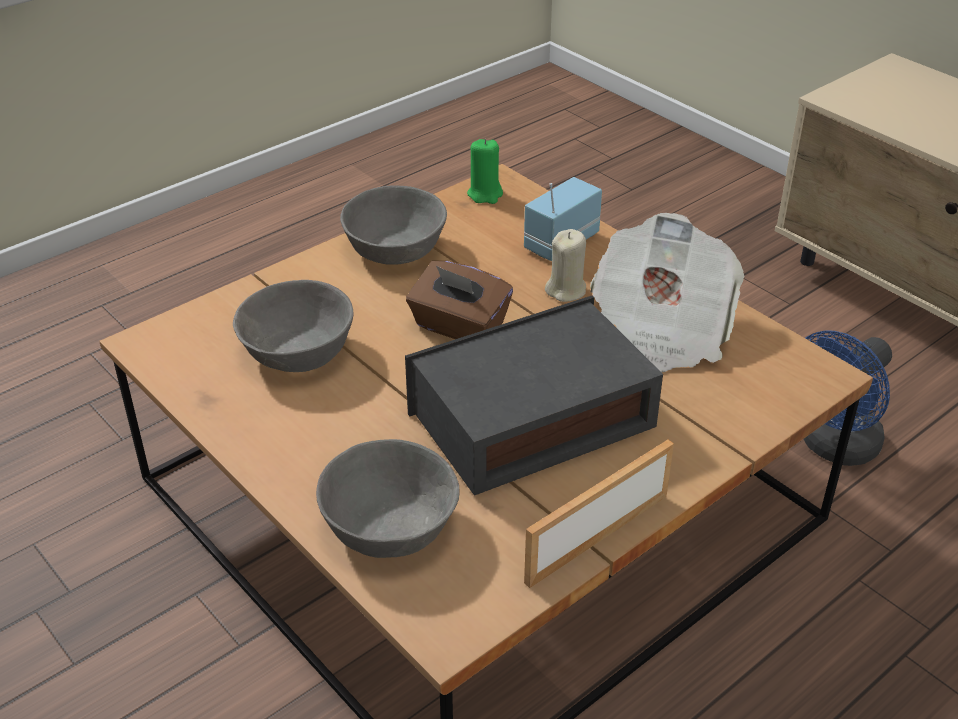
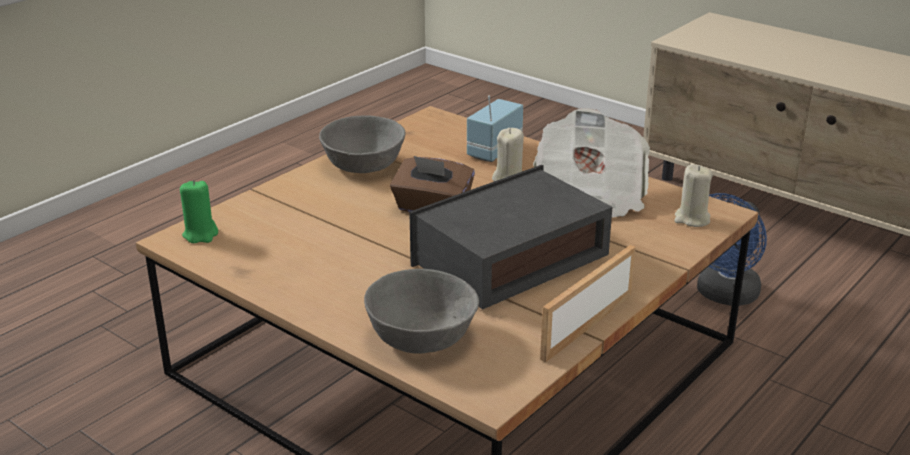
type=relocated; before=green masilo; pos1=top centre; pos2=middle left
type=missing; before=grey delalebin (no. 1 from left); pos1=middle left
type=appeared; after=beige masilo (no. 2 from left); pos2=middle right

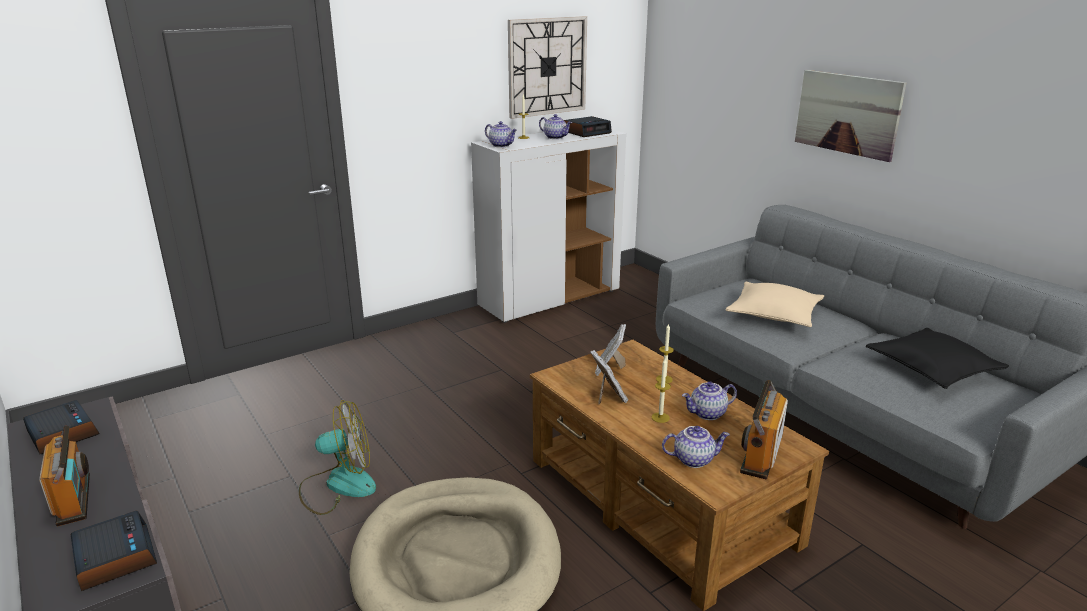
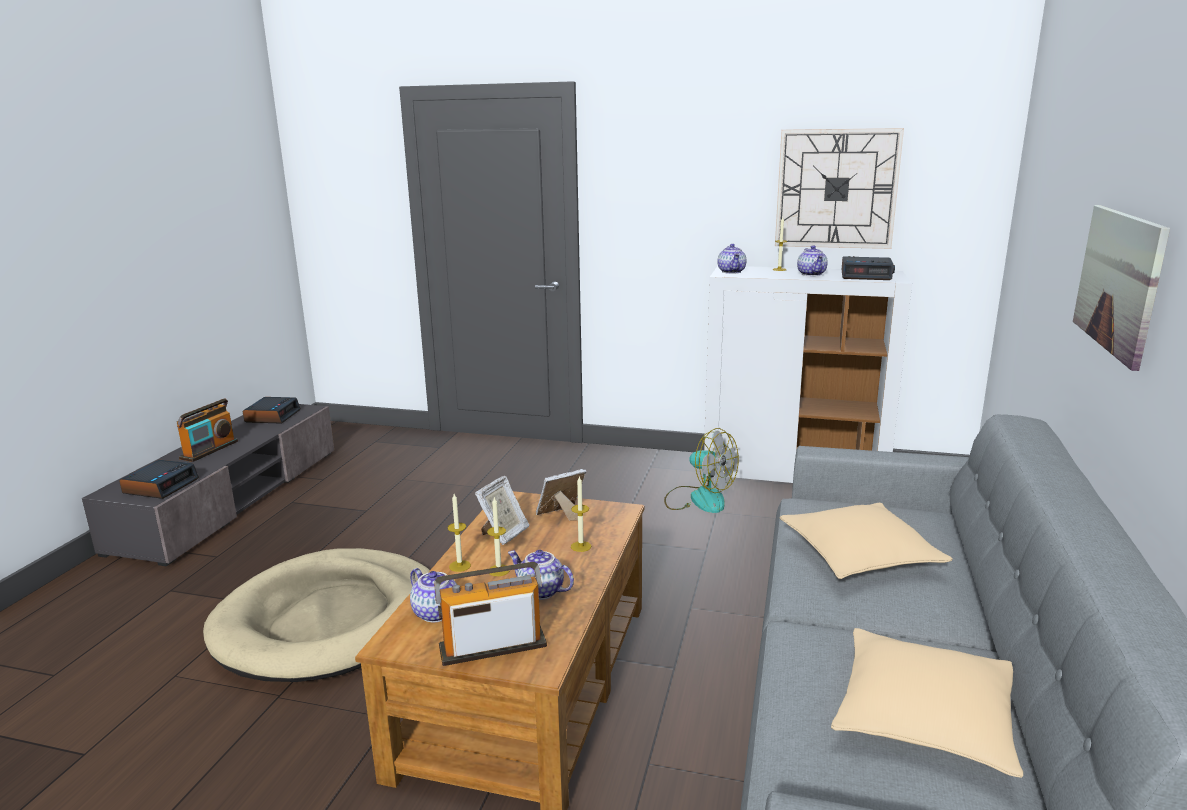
type=colour; before=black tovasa; after=beige tovasa (no. 2 from left); pos1=middle right; pos2=bottom right
type=relocated; before=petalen; pos1=bottom left; pos2=centre
type=appeared; after=masilo (no. 1 from left); pos2=centre

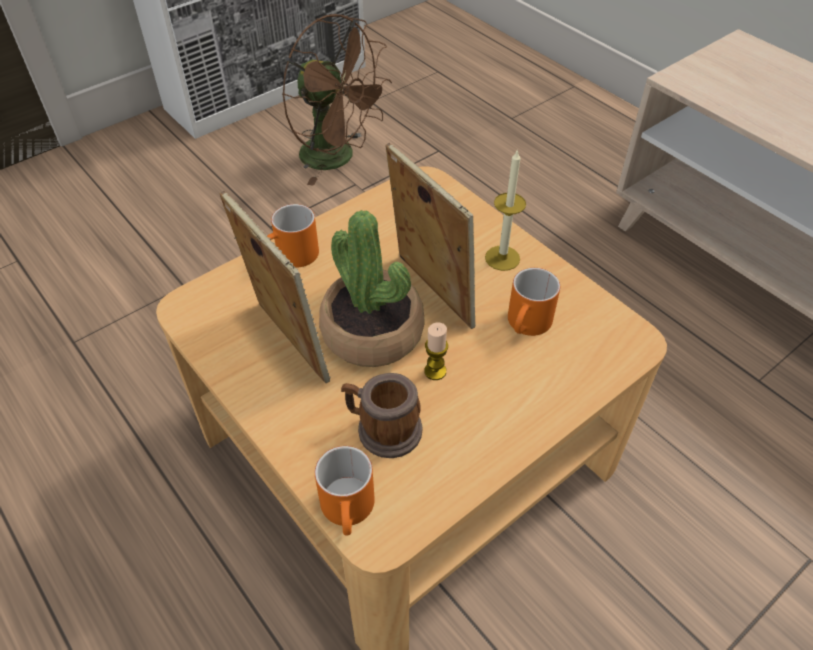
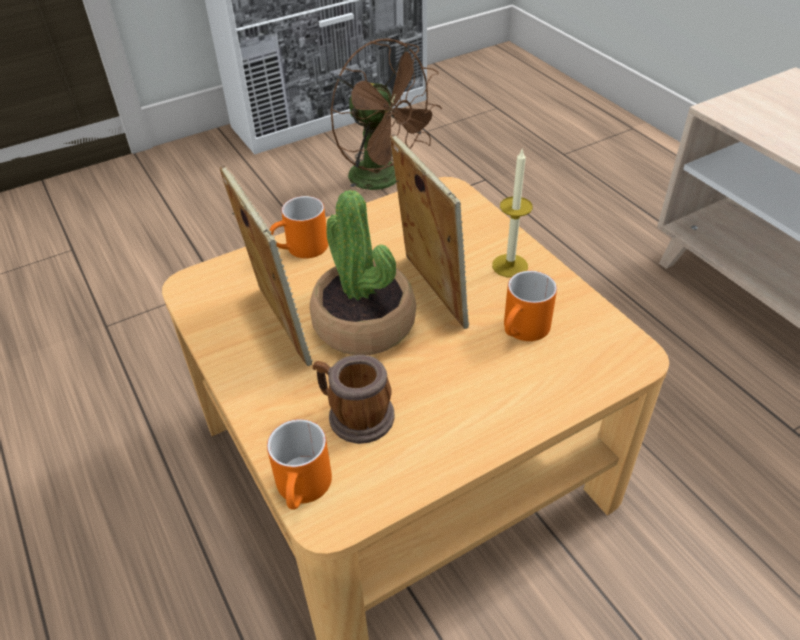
type=missing; before=masilo (no. 1 from left); pos1=centre

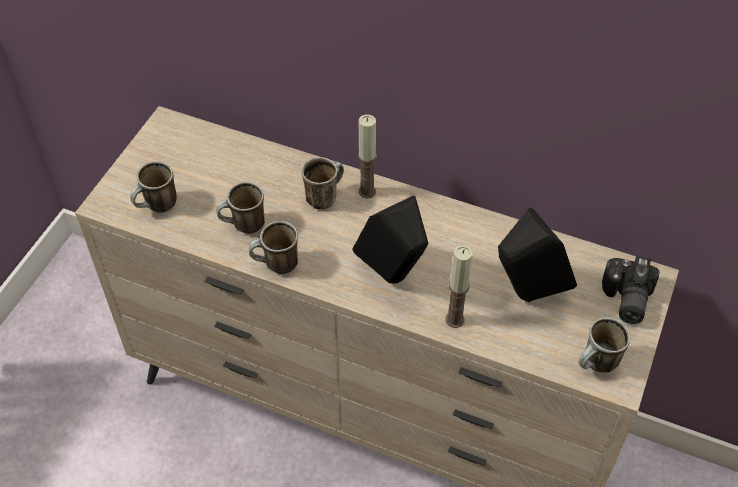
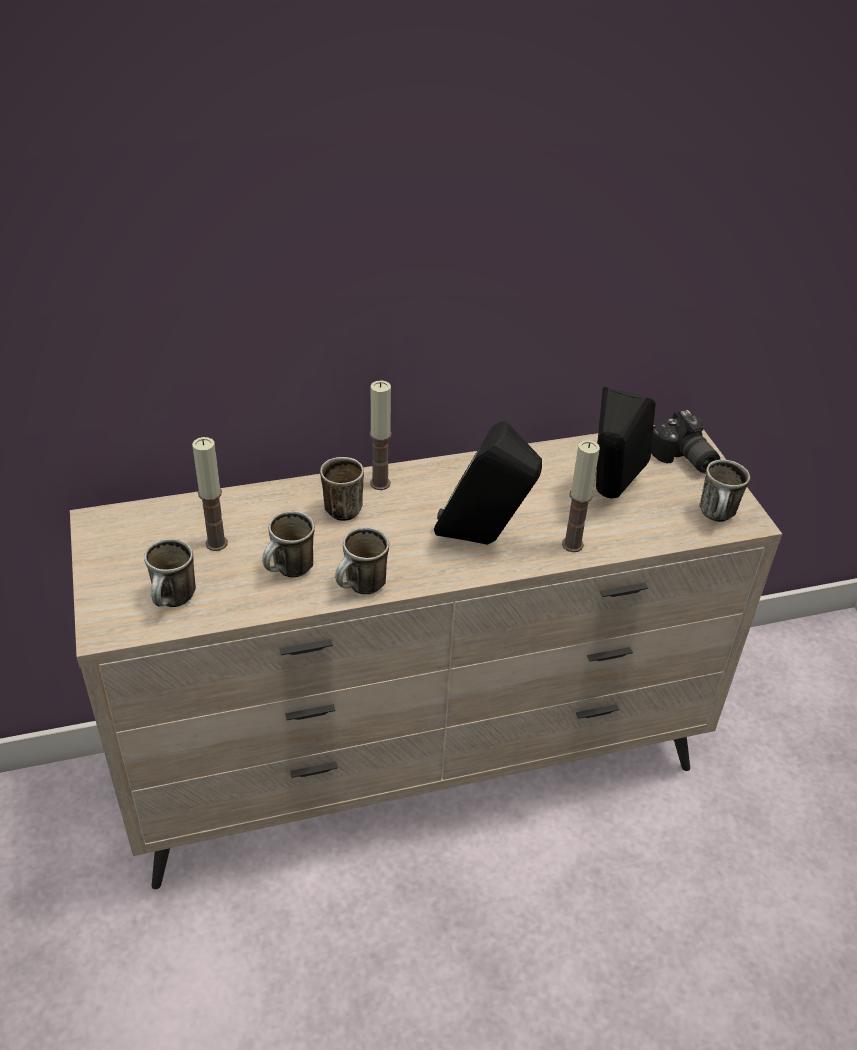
type=appeared; after=masilo (no. 1 from left); pos2=middle left

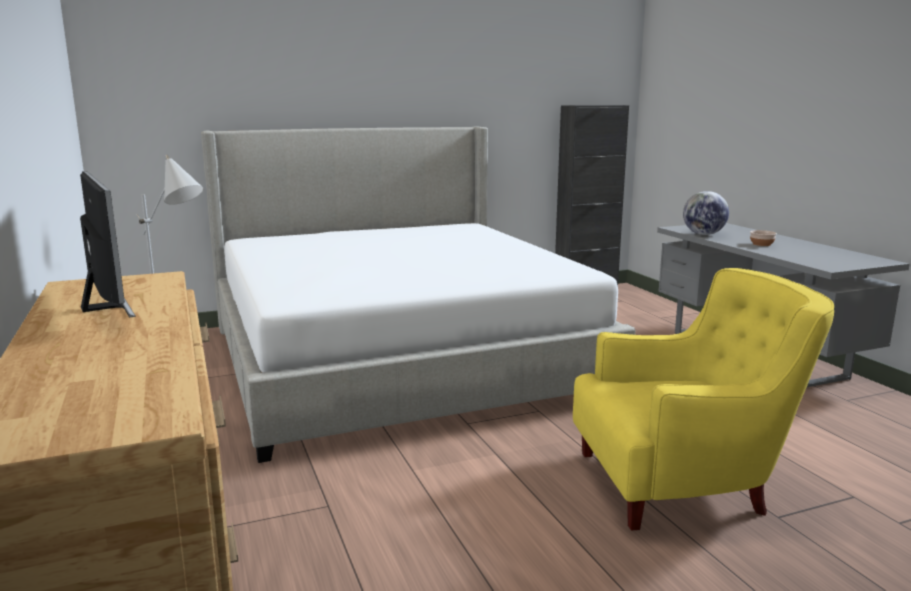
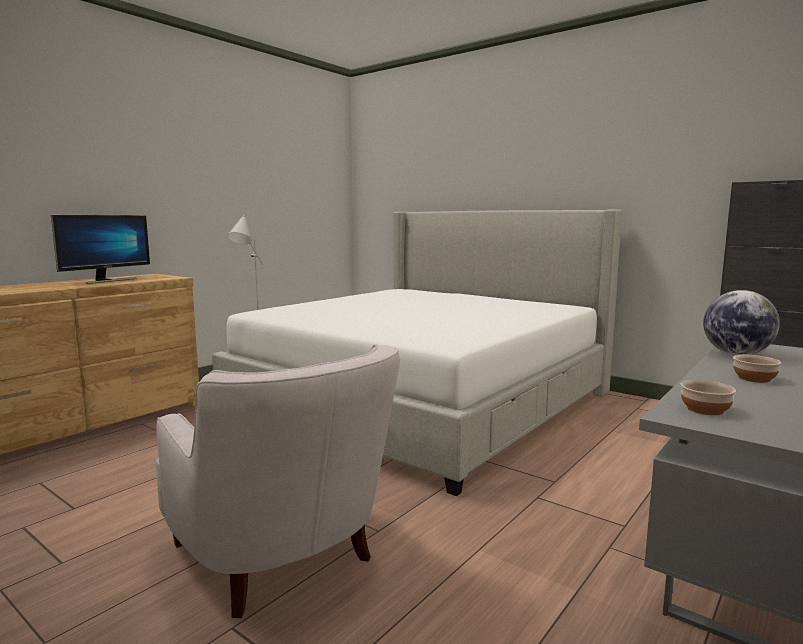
type=colour; before=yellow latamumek; after=white latamumek; pos1=bottom right; pos2=bottom centre
type=appeared; after=delalebin (no. 1 from left); pos2=middle right

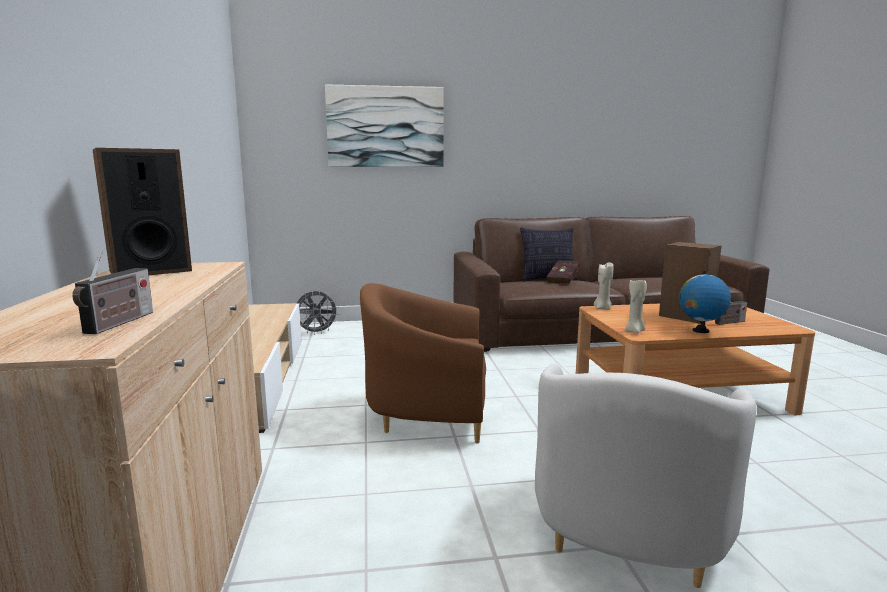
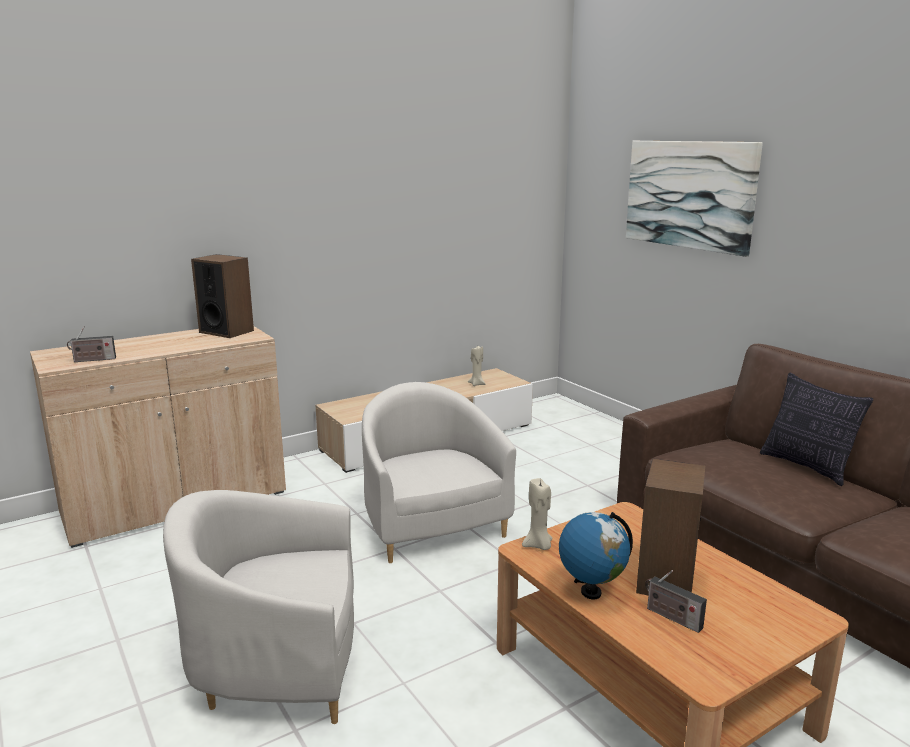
type=missing; before=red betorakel; pos1=centre
type=relocated; before=beige masilo (no. 1 from left); pos1=middle right; pos2=centre
type=colour; before=brown latamumek; after=white latamumek (no. 2 from left); pos1=centre; pos2=centre
type=missing; before=grey petalen; pos1=centre

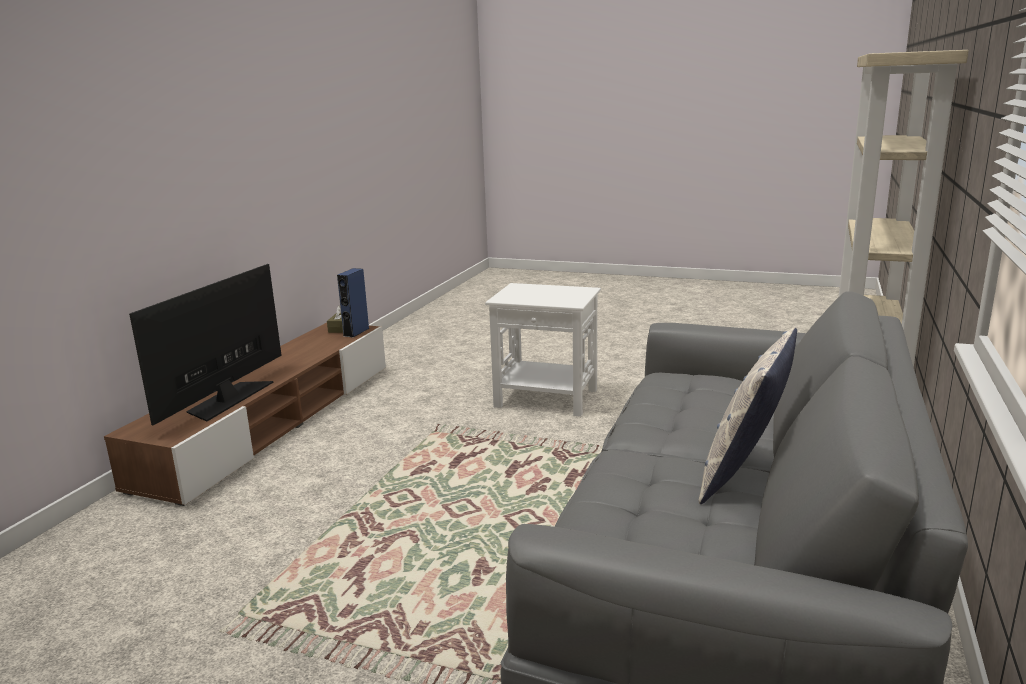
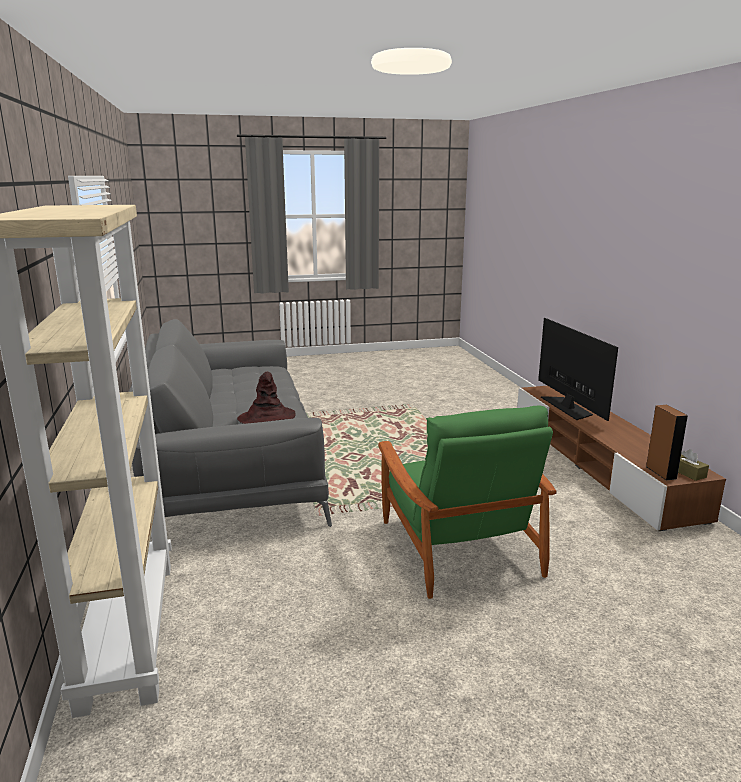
type=colour; before=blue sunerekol; after=brown sunerekol; pos1=centre; pos2=middle right
type=exchanged; before=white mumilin; after=green latamumek; pos1=centre; pos2=centre
type=missing; before=tovasa; pos1=middle right
type=appeared; after=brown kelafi; pos2=centre

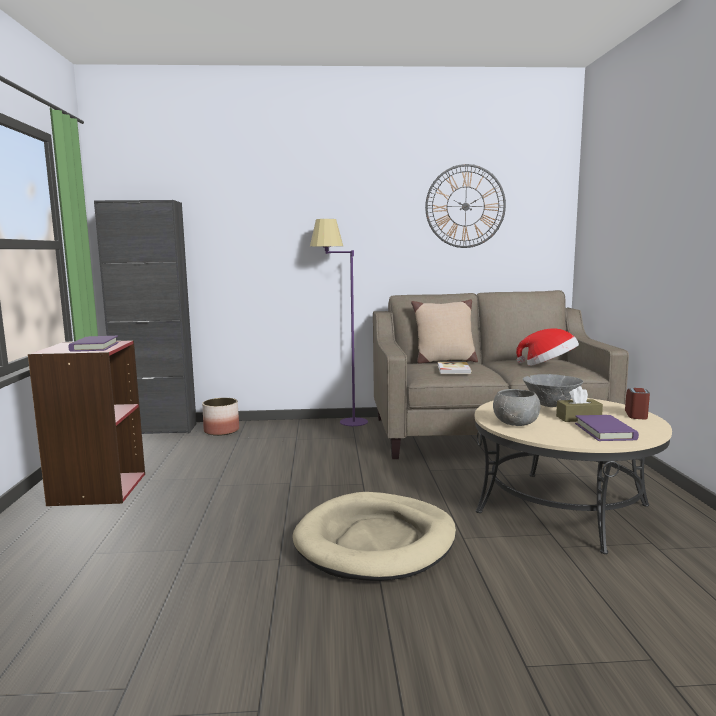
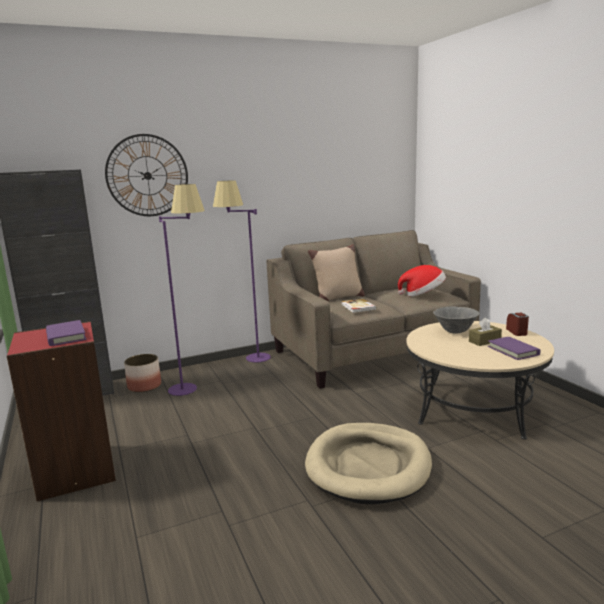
type=relocated; before=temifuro; pos1=top centre; pos2=top left
type=missing; before=grey delalebin (no. 1 from left); pos1=middle right
type=appeared; after=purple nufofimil (no. 1 from left); pos2=middle left

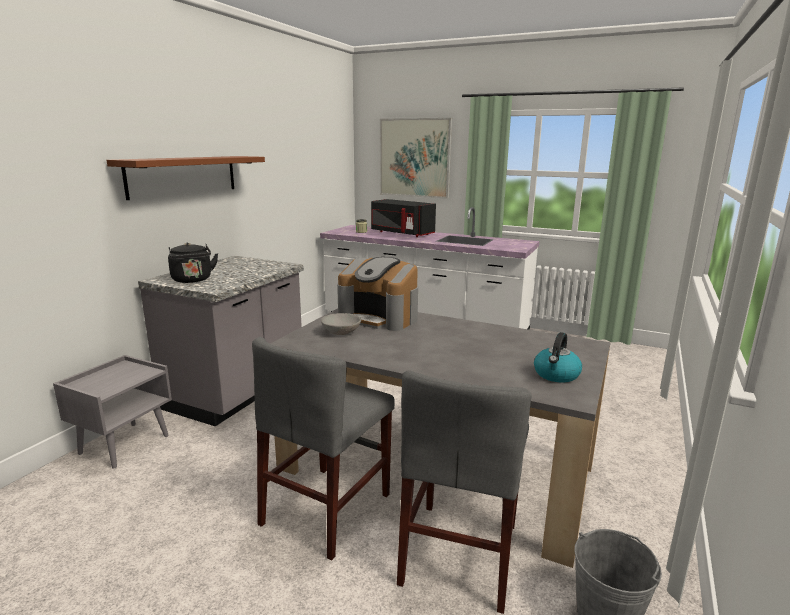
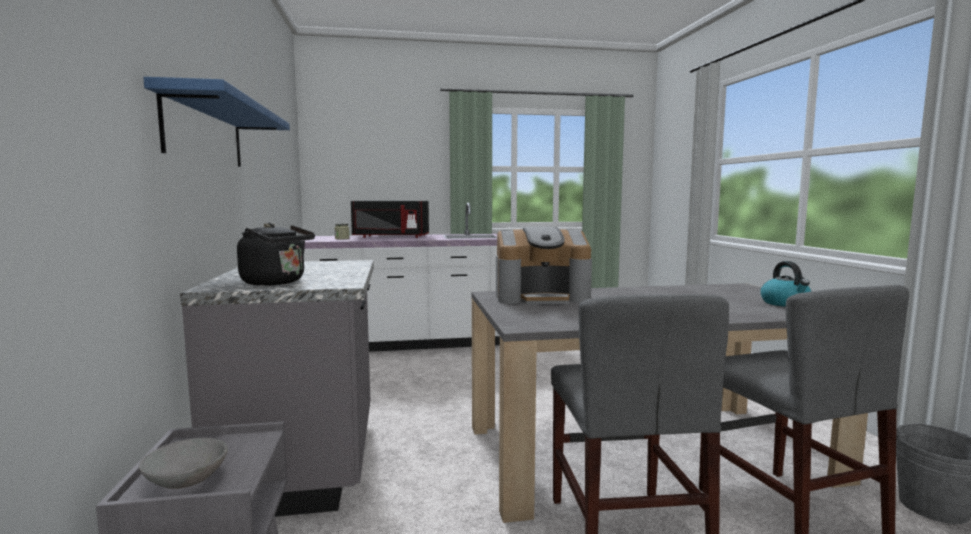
type=missing; before=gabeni; pos1=top centre
type=colour; before=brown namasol; after=blue namasol; pos1=top left; pos2=top left
type=relocated; before=grey delalebin; pos1=centre; pos2=bottom left

